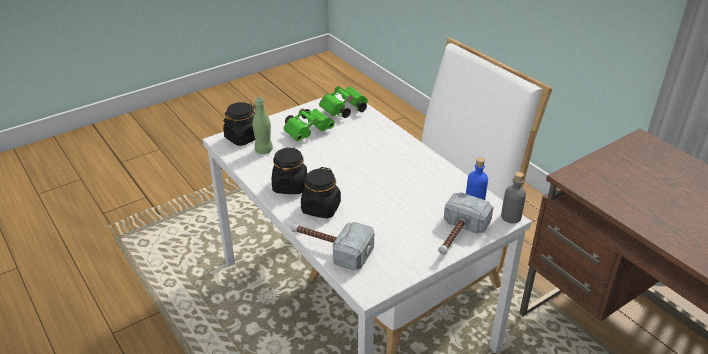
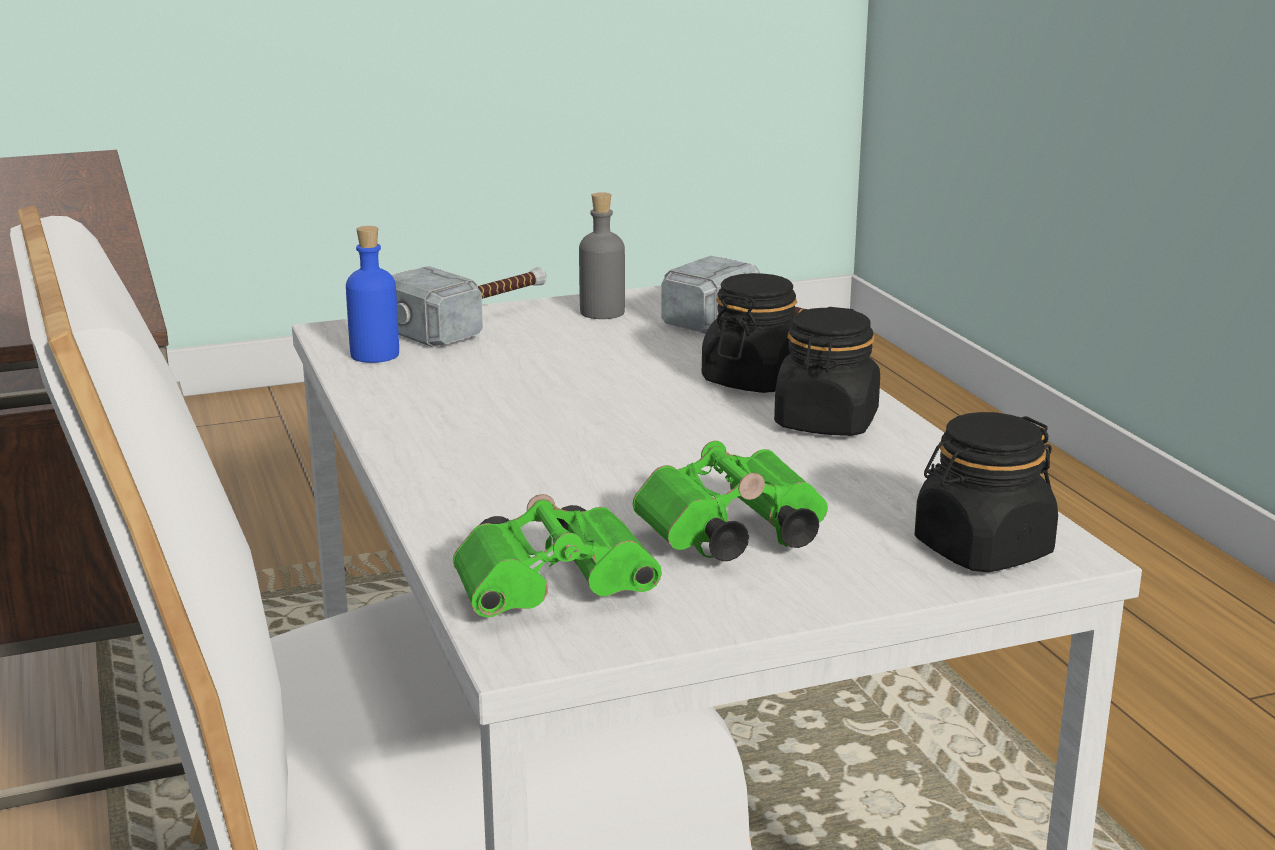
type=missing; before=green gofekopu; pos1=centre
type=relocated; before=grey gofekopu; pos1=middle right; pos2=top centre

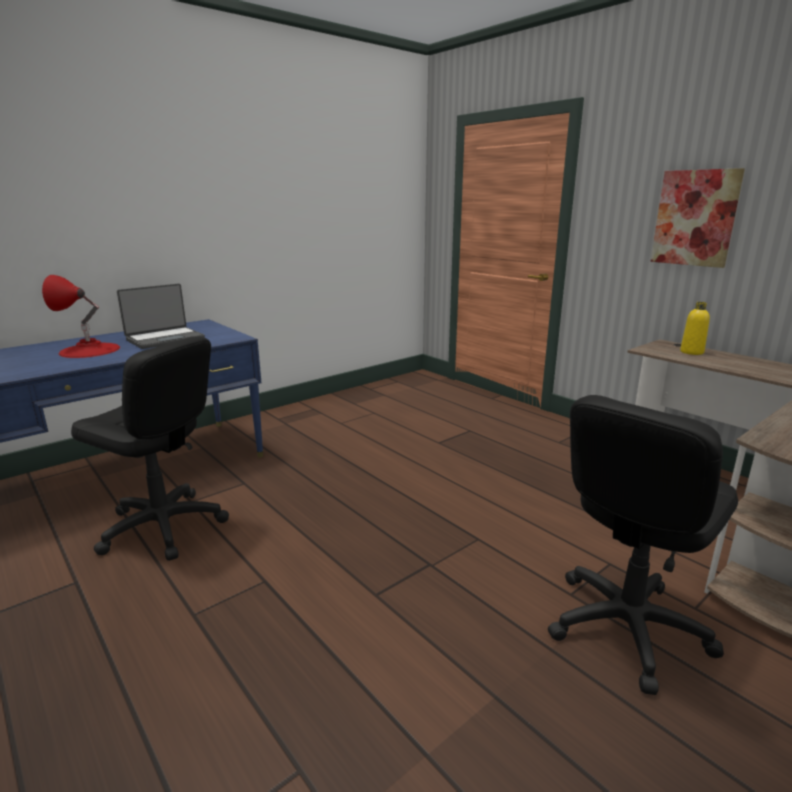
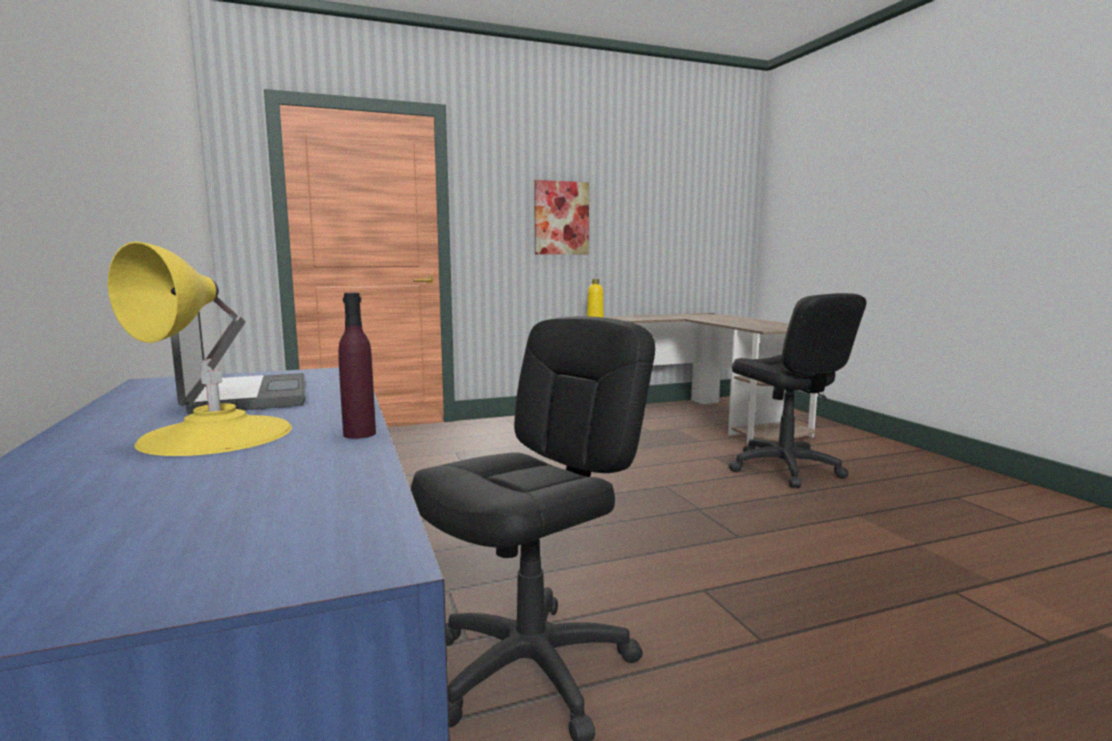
type=colour; before=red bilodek; after=yellow bilodek; pos1=middle left; pos2=middle left
type=appeared; after=purple gofekopu; pos2=middle left

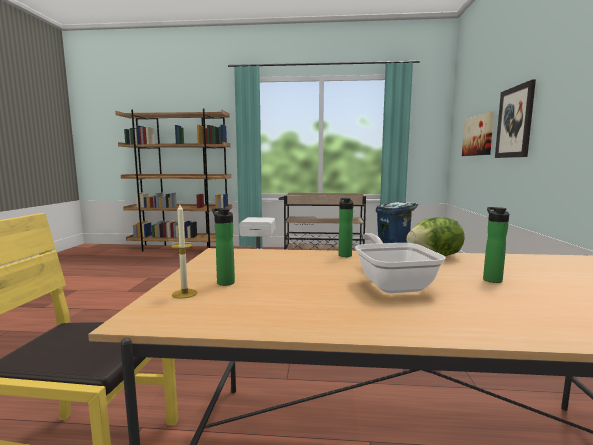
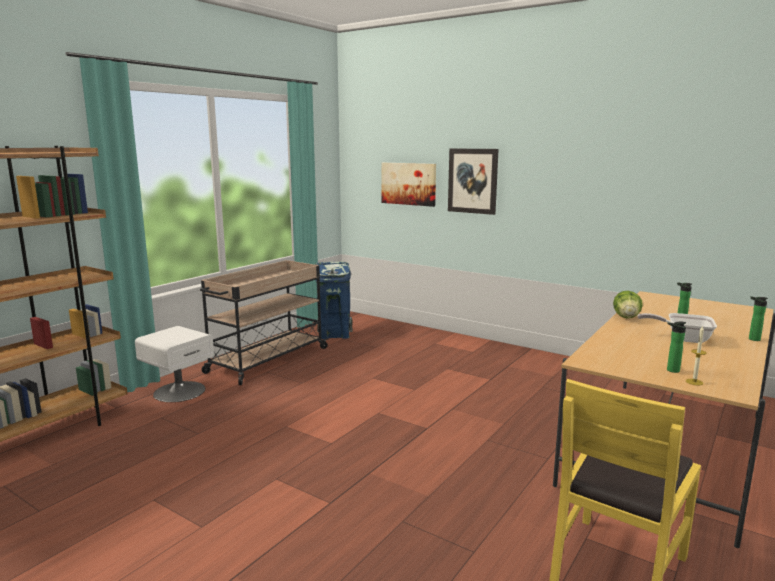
type=relocated; before=gofekopu (no. 2 from left in the first image); after=gofekopu (no. 3 from left); pos1=centre; pos2=middle right

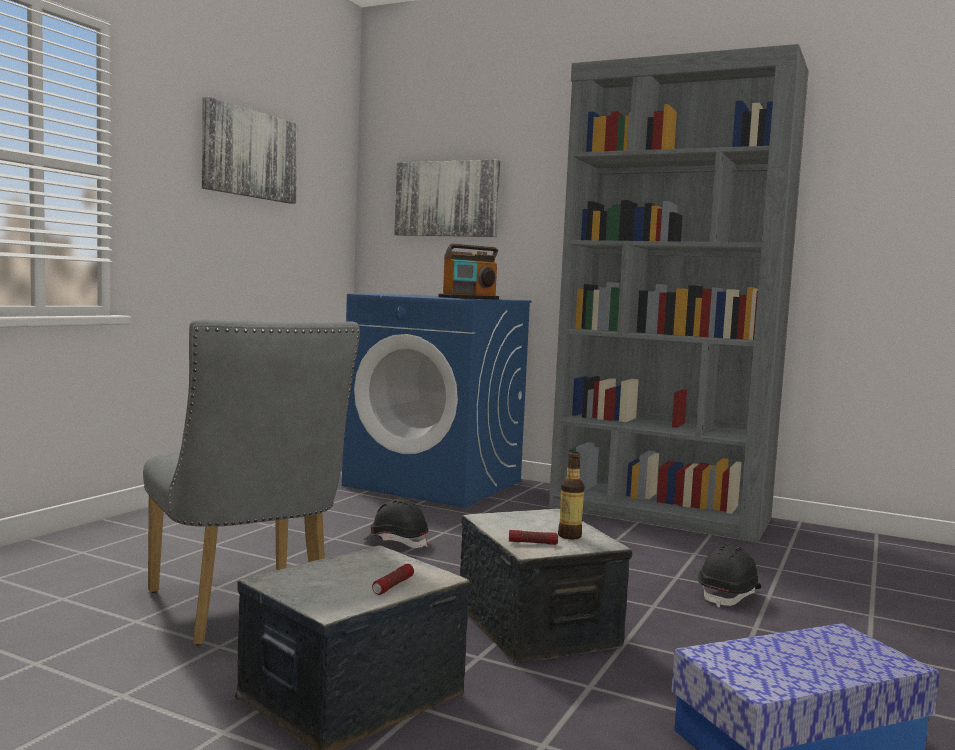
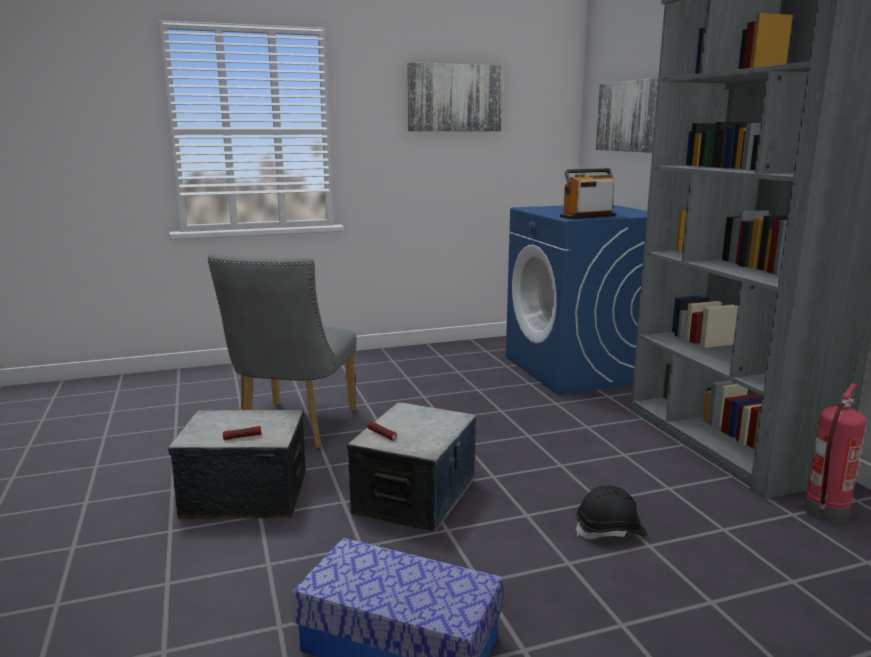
type=spun; before=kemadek; pos1=centre; pos2=top right; turn=150
type=missing; before=gofekopu; pos1=centre
type=missing; before=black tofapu (no. 1 from left); pos1=bottom centre
type=appeared; after=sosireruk; pos2=bottom right

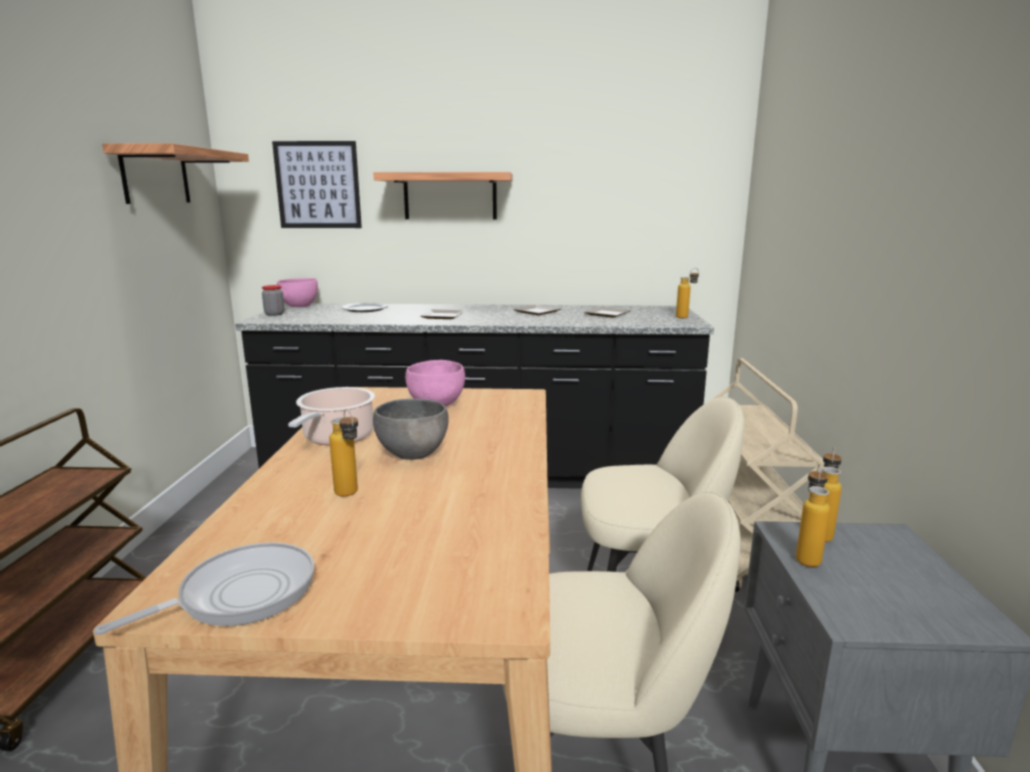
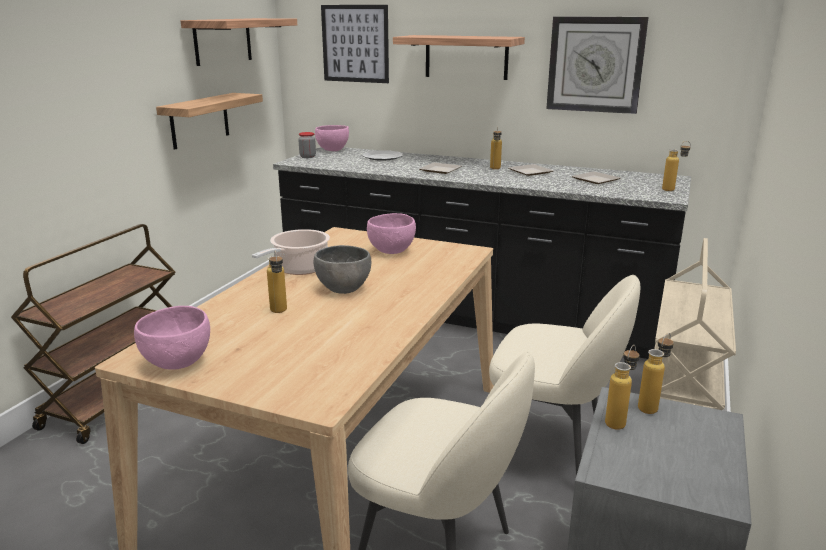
type=exchanged; before=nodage; after=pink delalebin (no. 1 from left); pos1=bottom left; pos2=middle left
type=appeared; after=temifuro; pos2=top right
type=appeared; after=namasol (no. 1 from left); pos2=top left
type=appeared; after=gofekopu (no. 2 from left); pos2=top centre

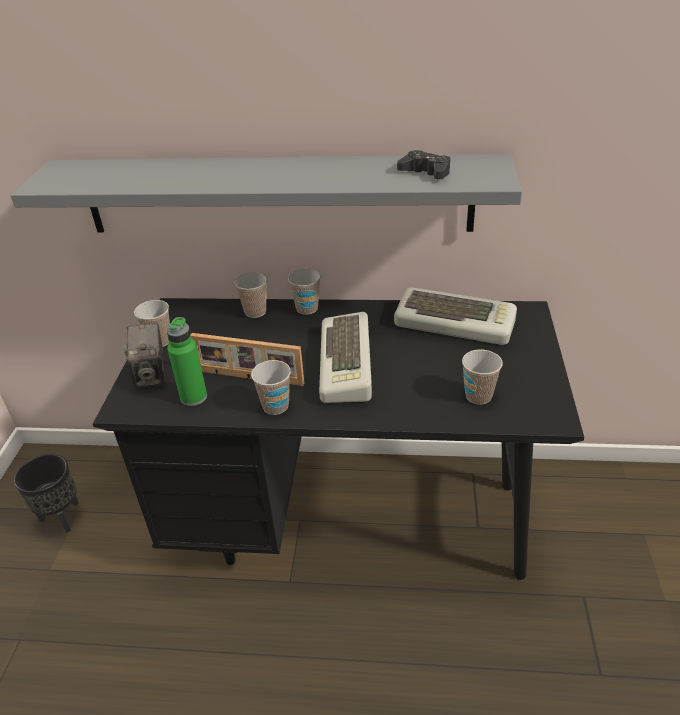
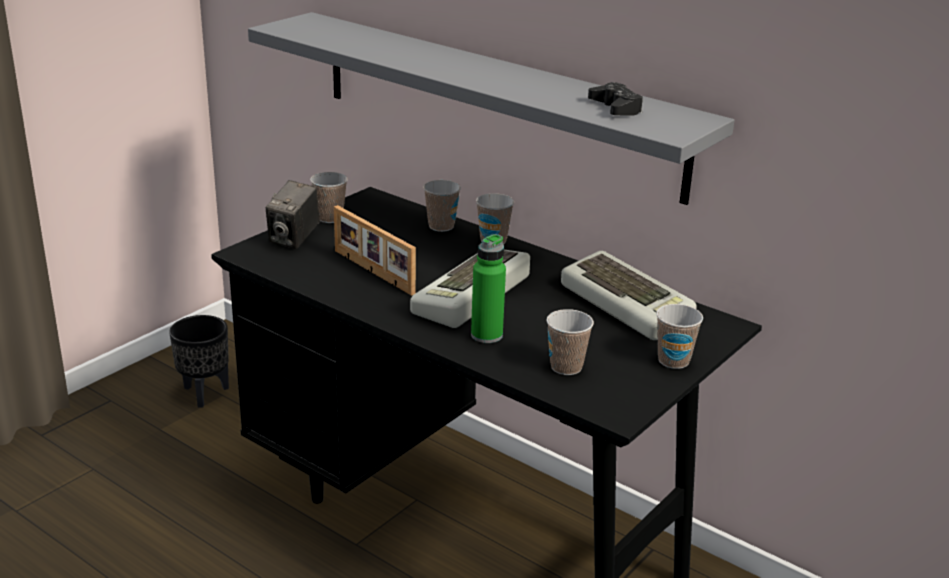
type=relocated; before=green gofekopu; pos1=middle left; pos2=centre
type=relocated; before=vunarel (no. 3 from left in the first image); after=vunarel (no. 5 from left); pos1=centre; pos2=middle right

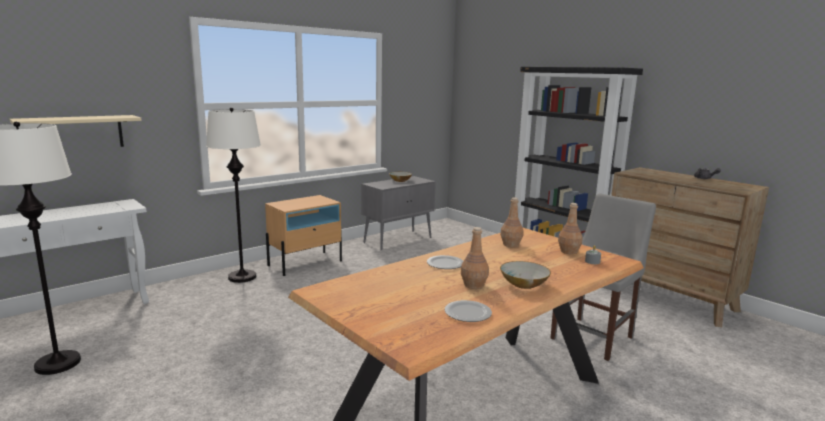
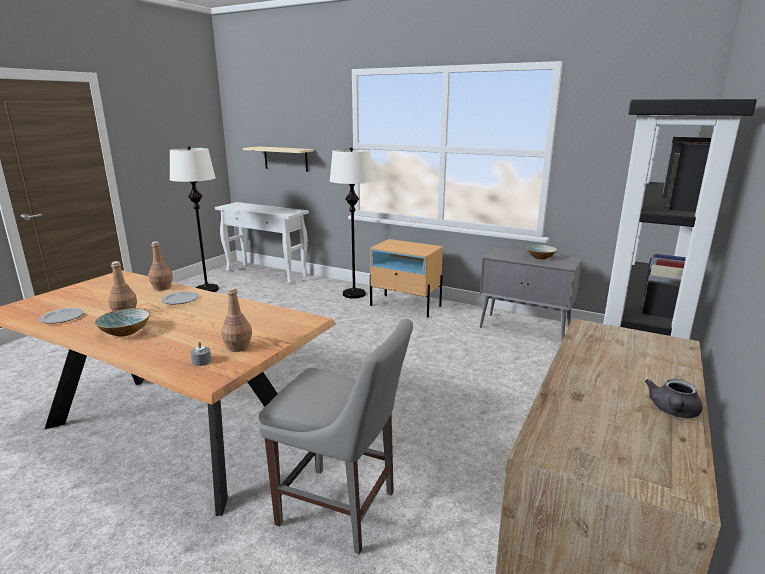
type=relocated; before=brown gofekopu (no. 2 from left); pos1=centre; pos2=middle left

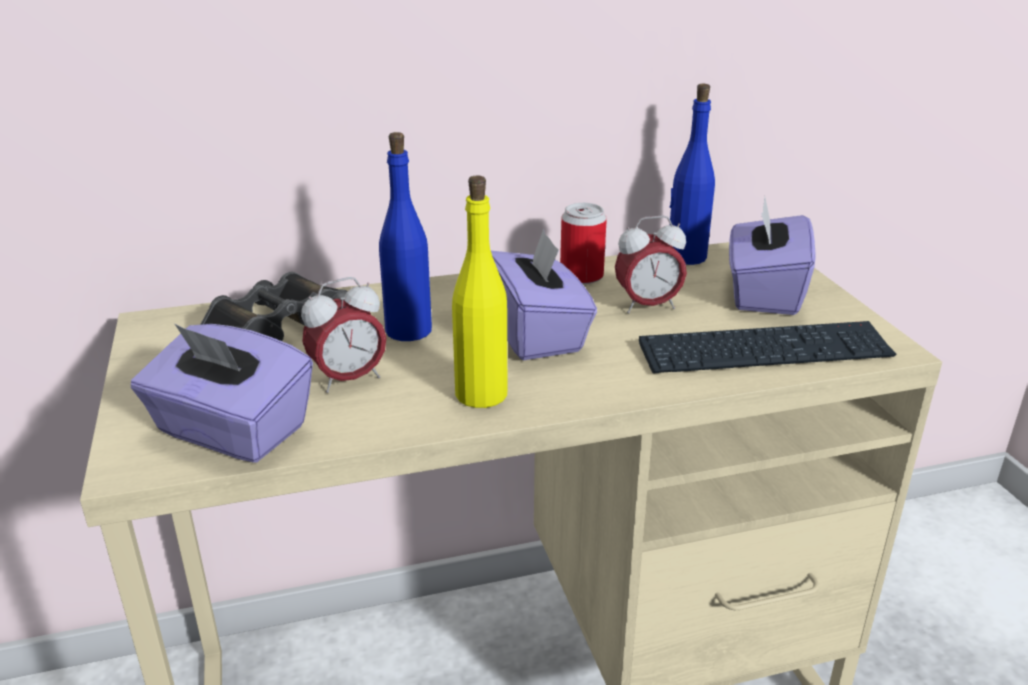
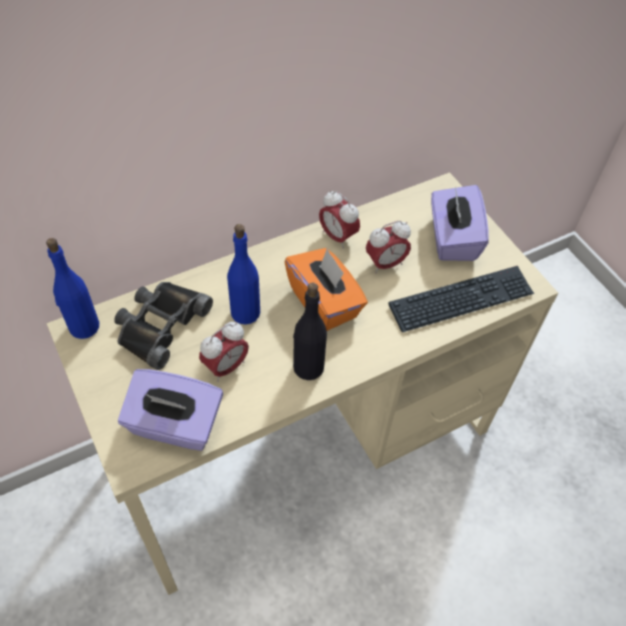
type=relocated; before=blue gofekopu (no. 2 from left in the first image); after=blue gofekopu (no. 1 from left); pos1=top right; pos2=middle left
type=colour; before=yellow gofekopu; after=black gofekopu; pos1=centre; pos2=centre
type=exchanged; before=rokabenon; after=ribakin (no. 2 from left); pos1=centre; pos2=centre
type=colour; before=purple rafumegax (no. 2 from left); after=orange rafumegax; pos1=centre; pos2=centre

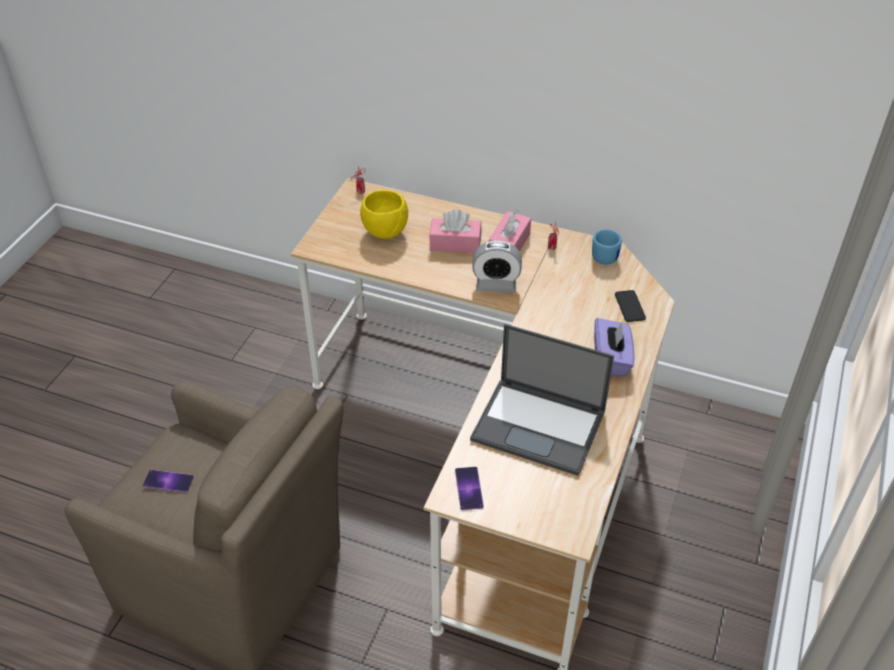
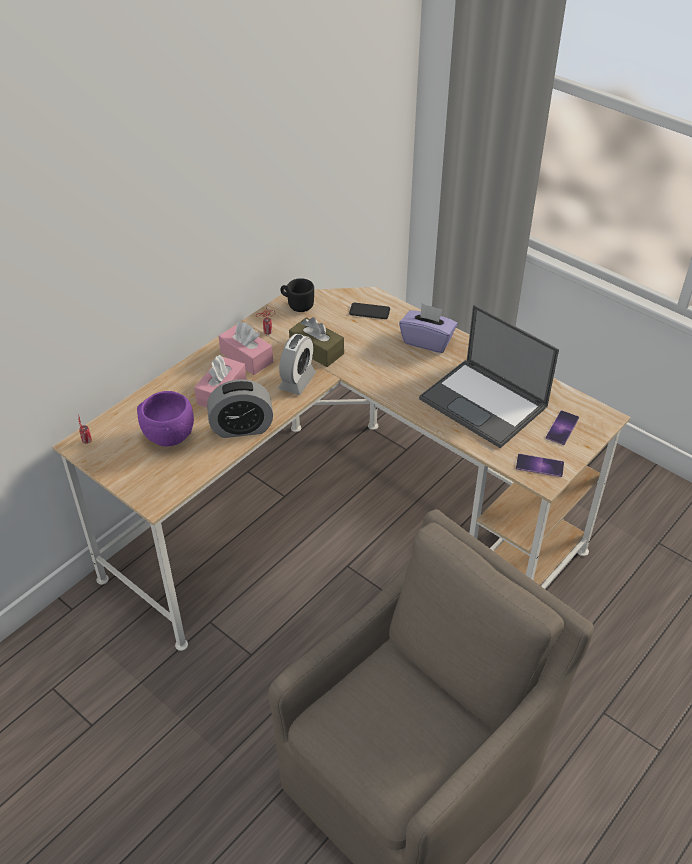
type=colour; before=yellow delalebin; after=purple delalebin; pos1=top centre; pos2=middle left
type=colour; before=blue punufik; after=black punufik; pos1=middle right; pos2=centre
type=spun; before=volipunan; pos1=centre; pos2=middle right; turn=90
type=relocated; before=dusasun (no. 1 from left in the first image); after=dusasun (no. 3 from left); pos1=bottom left; pos2=middle right
type=appeared; after=brown rafumegax; pos2=centre
type=appeared; after=ribakin (no. 1 from left); pos2=centre

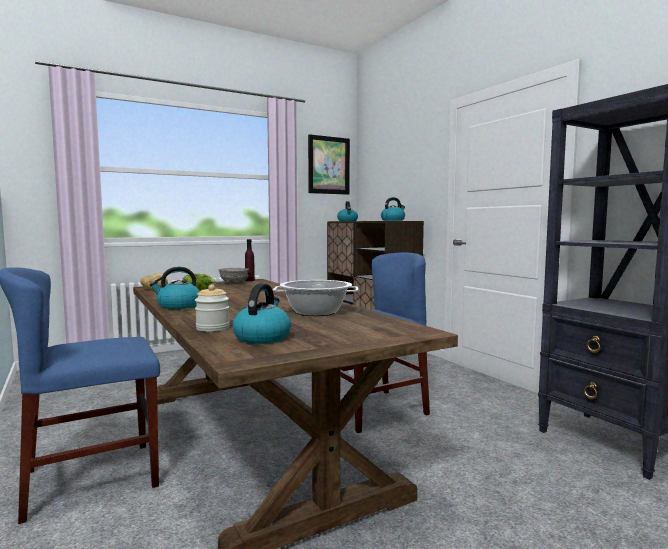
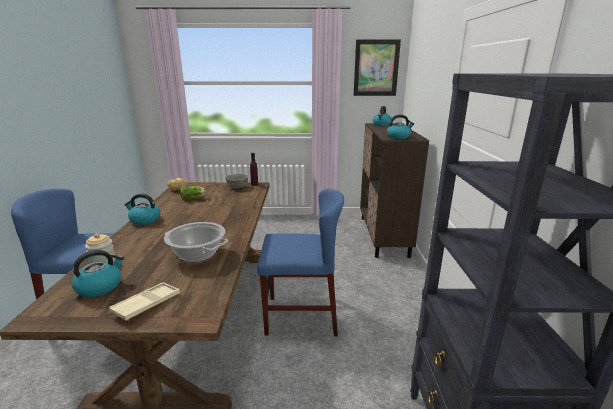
type=appeared; after=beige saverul; pos2=bottom left

